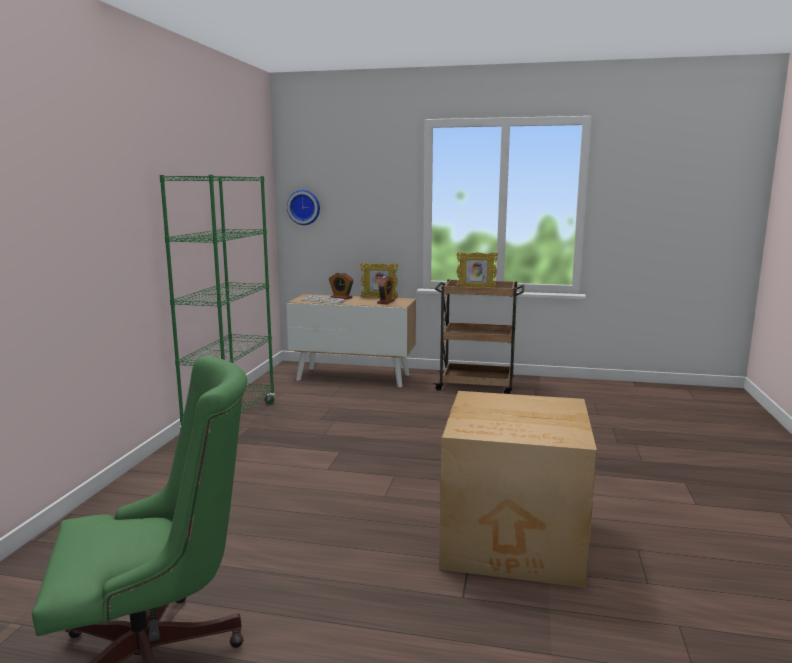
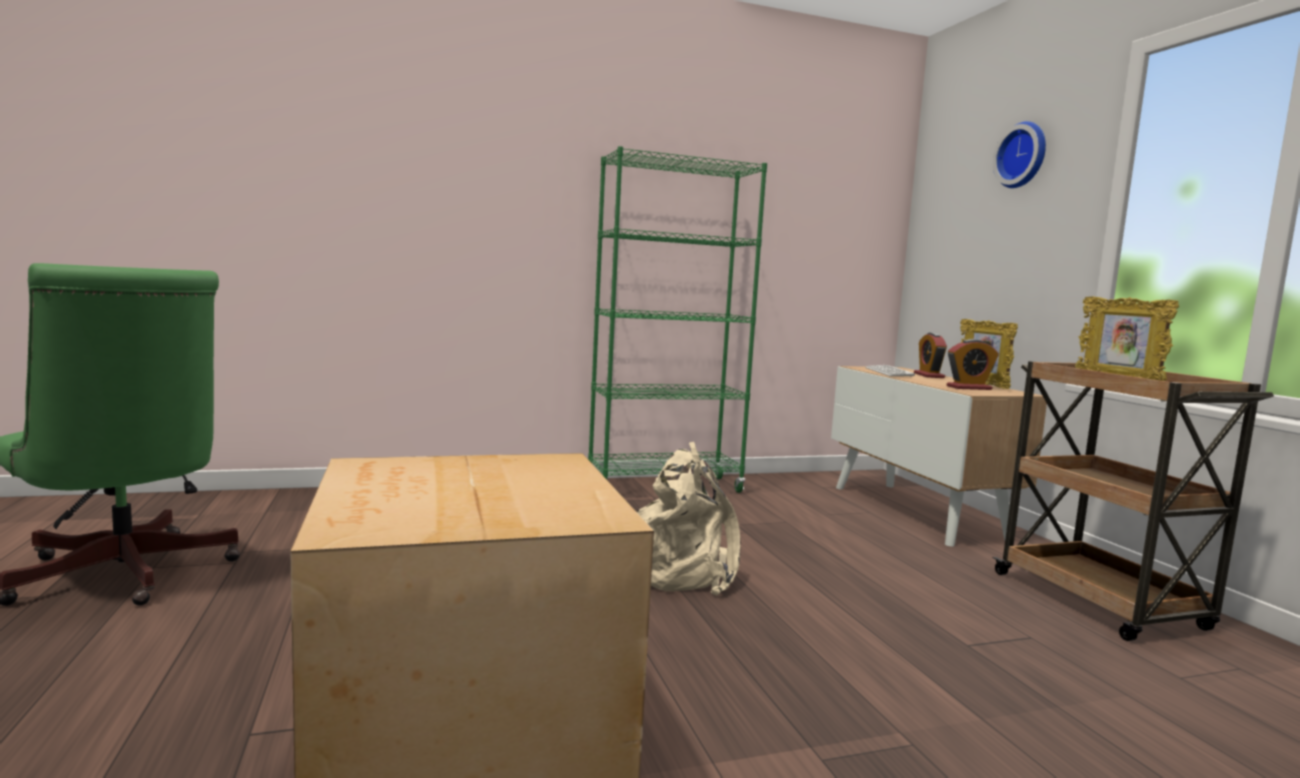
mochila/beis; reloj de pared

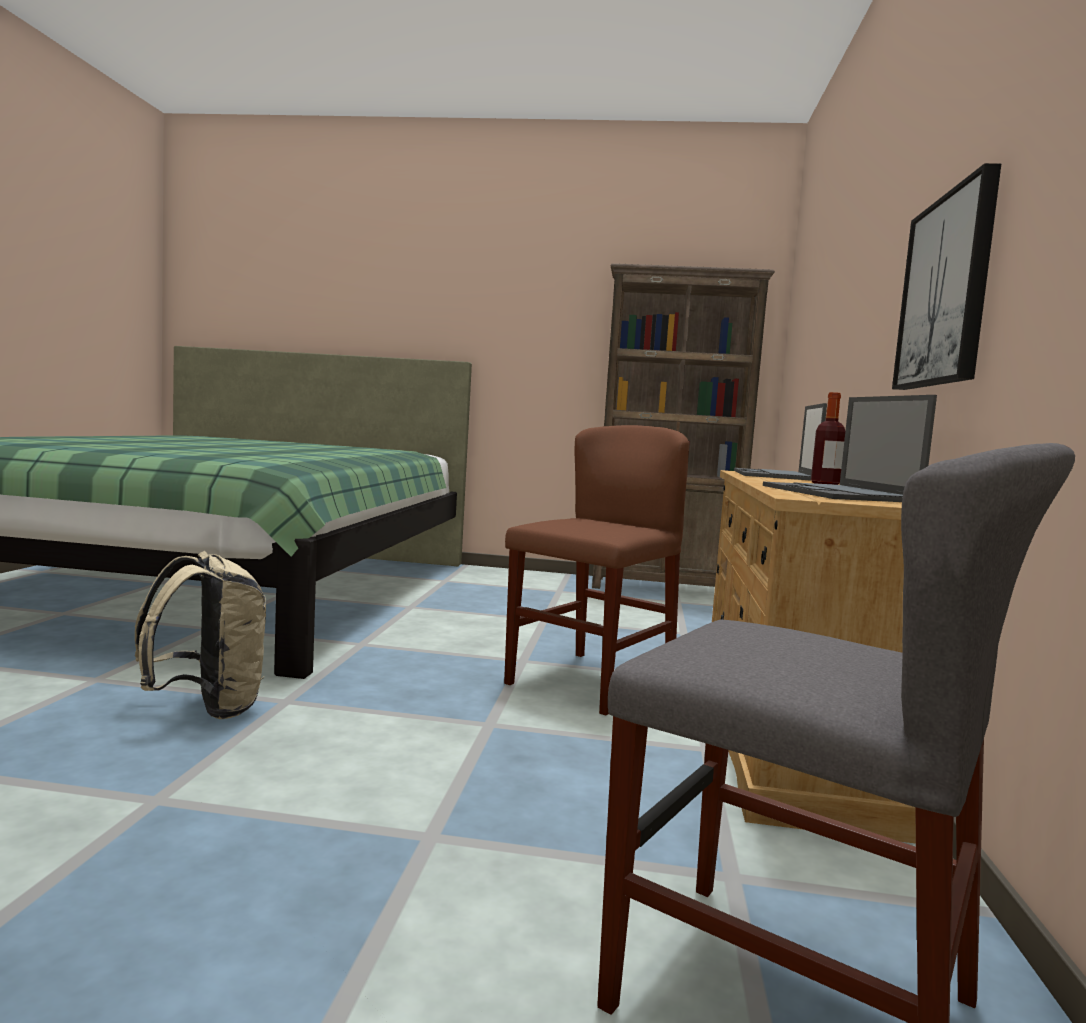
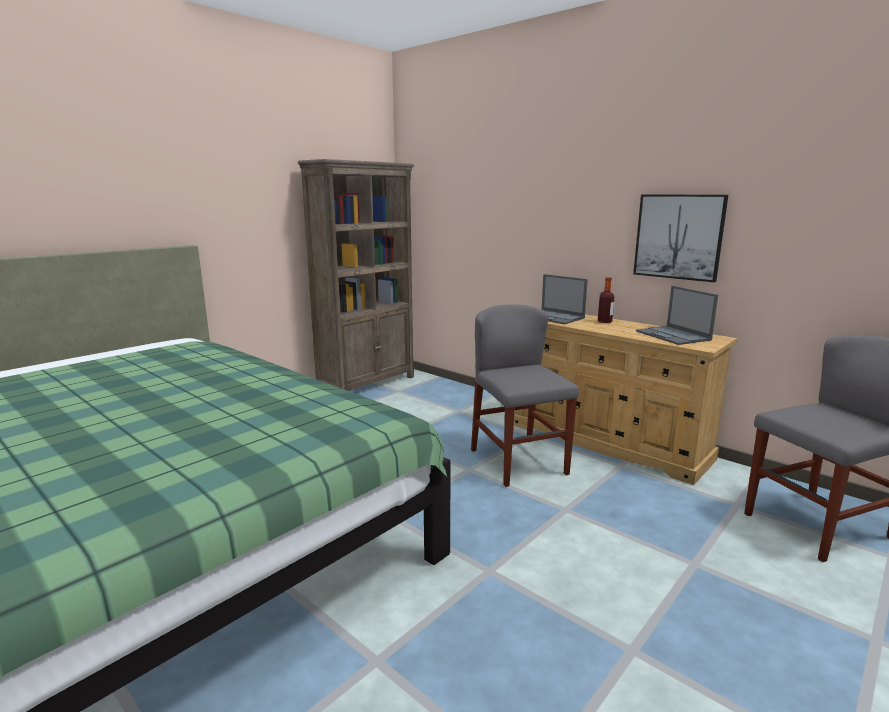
mochila/beis; silla/gris (no. 1 from left); portátil (no. 2 from left)

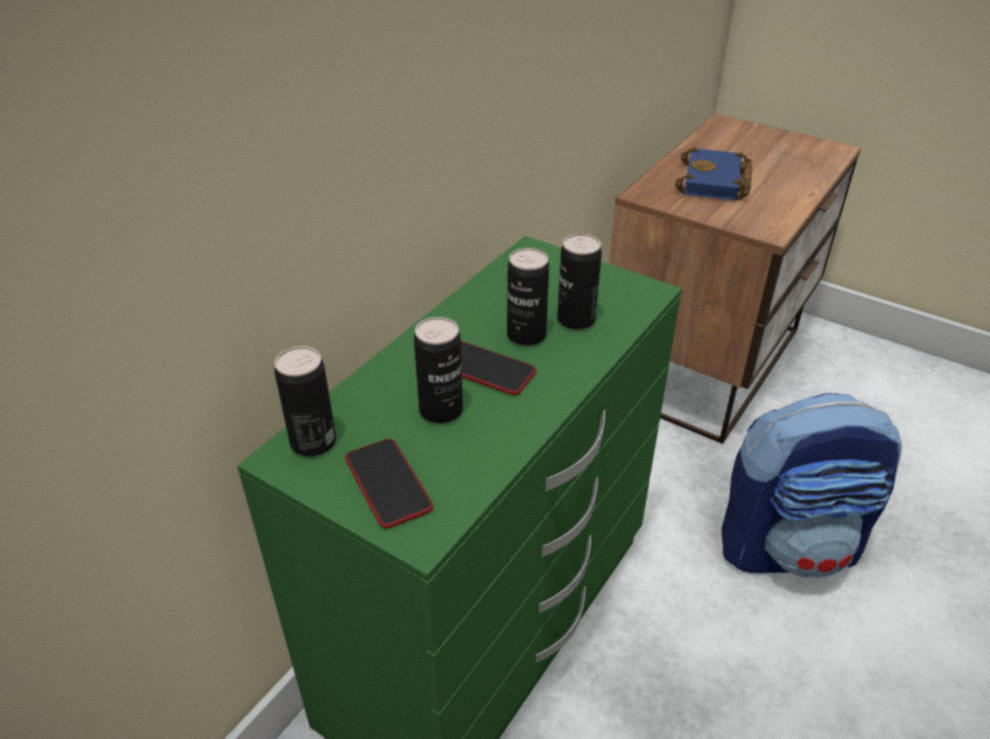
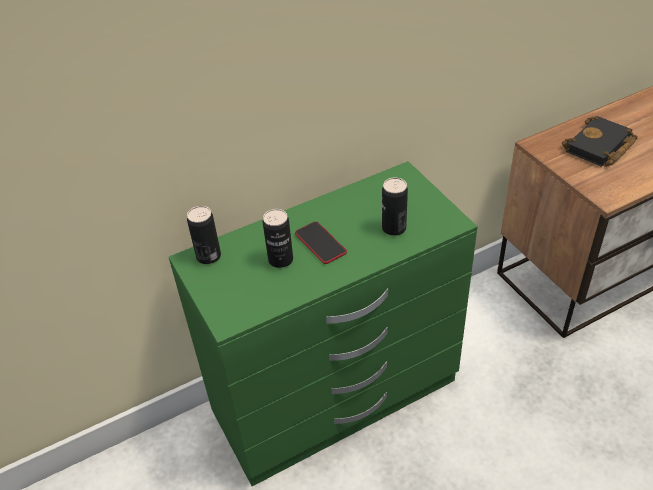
móvil (no. 1 from left in the first image); lata (no. 3 from left in the first image); mochila; libro/negro

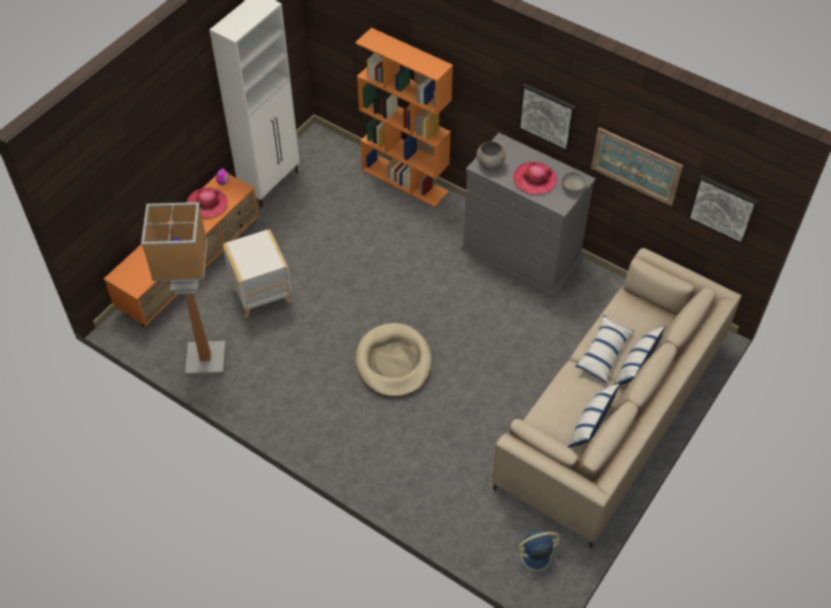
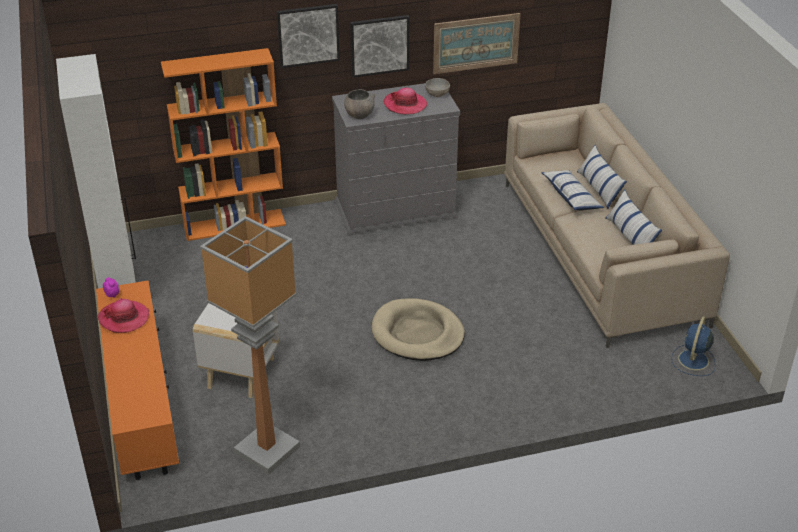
cuadro (no. 1 from left)

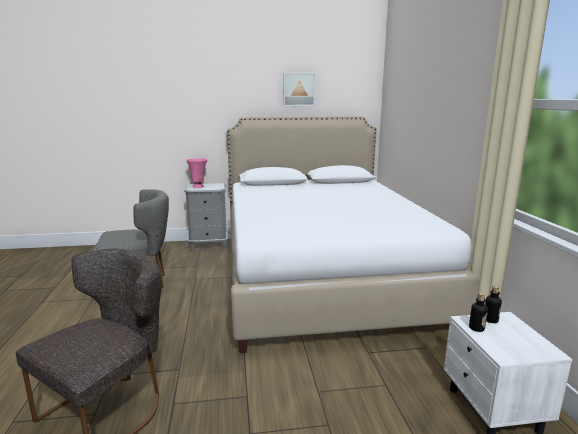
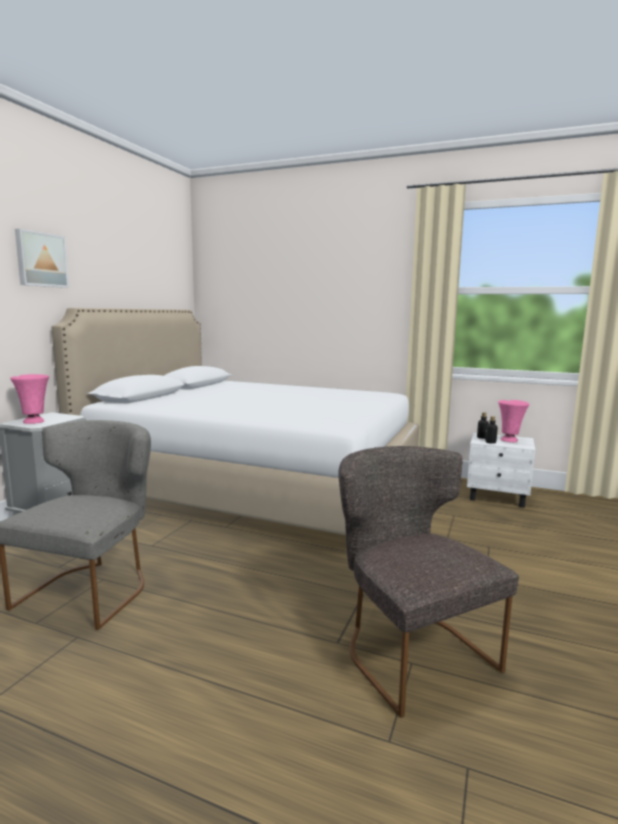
florero/rosa (no. 2 from left); cuadro

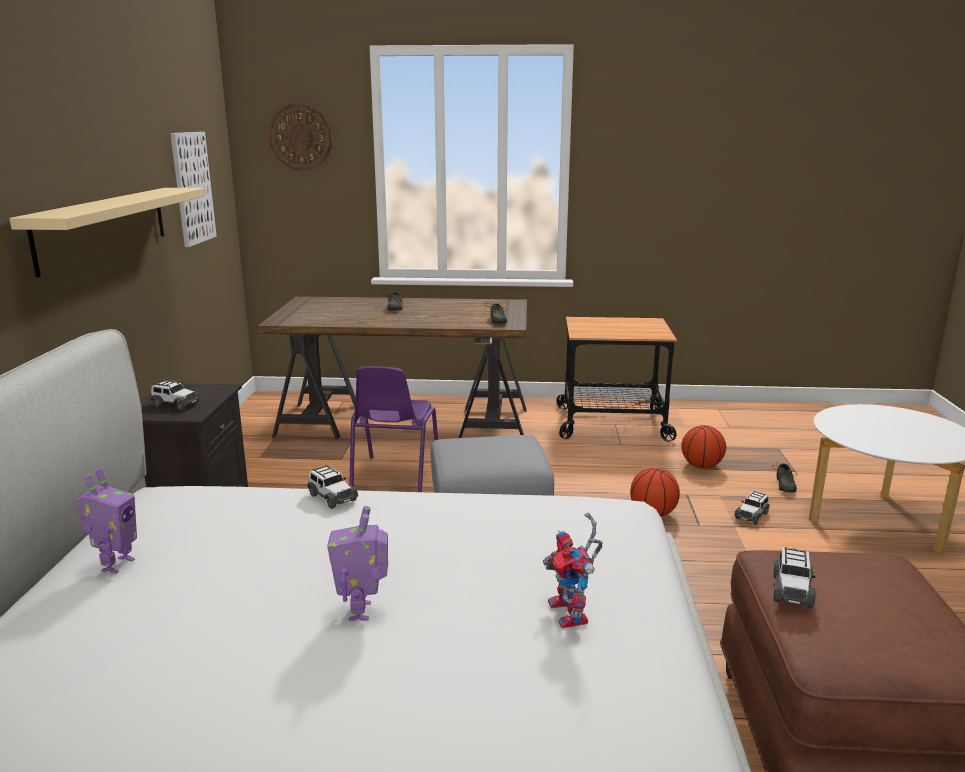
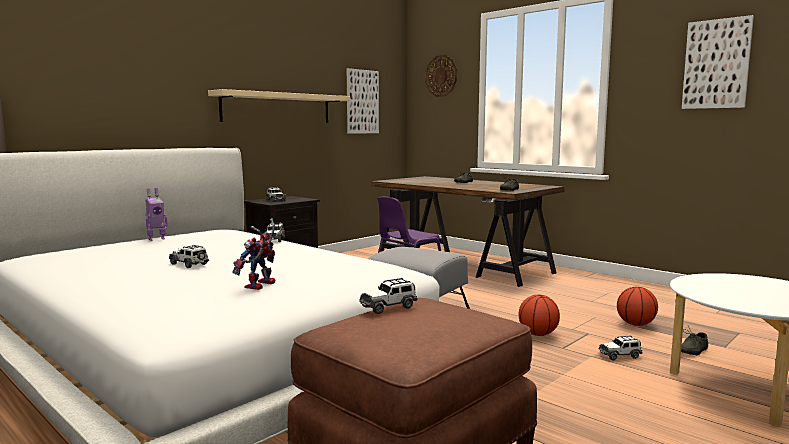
carrito; cuadro (no. 2 from left); coche de juguete (no. 1 from left)

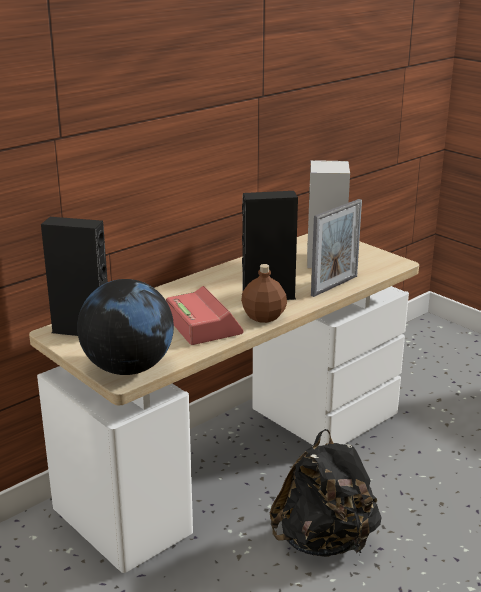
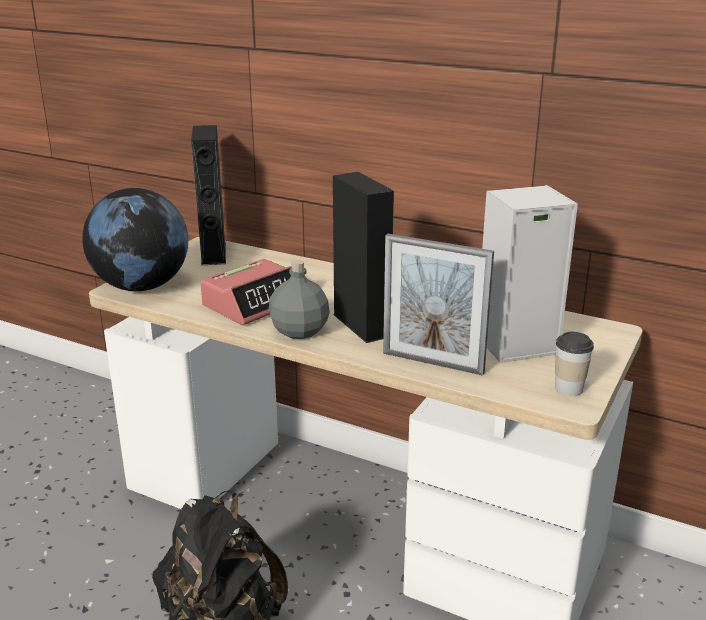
taza; botella/gris

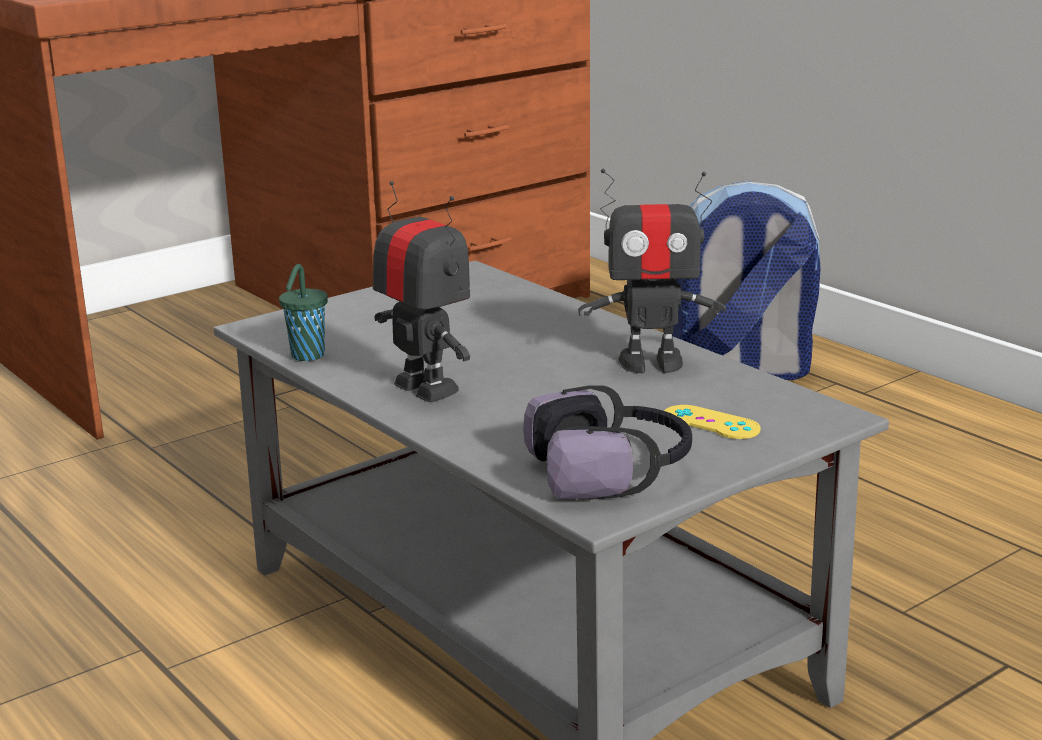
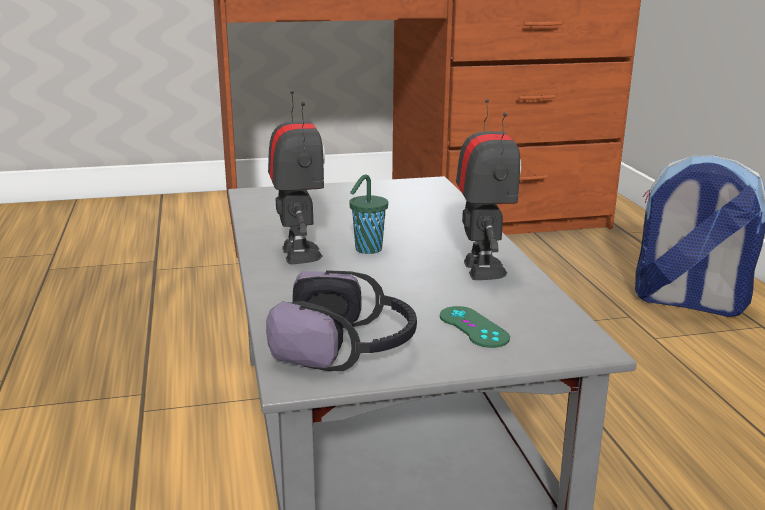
taza/verde; mando de consola/verde; robot de juguete (no. 2 from left)

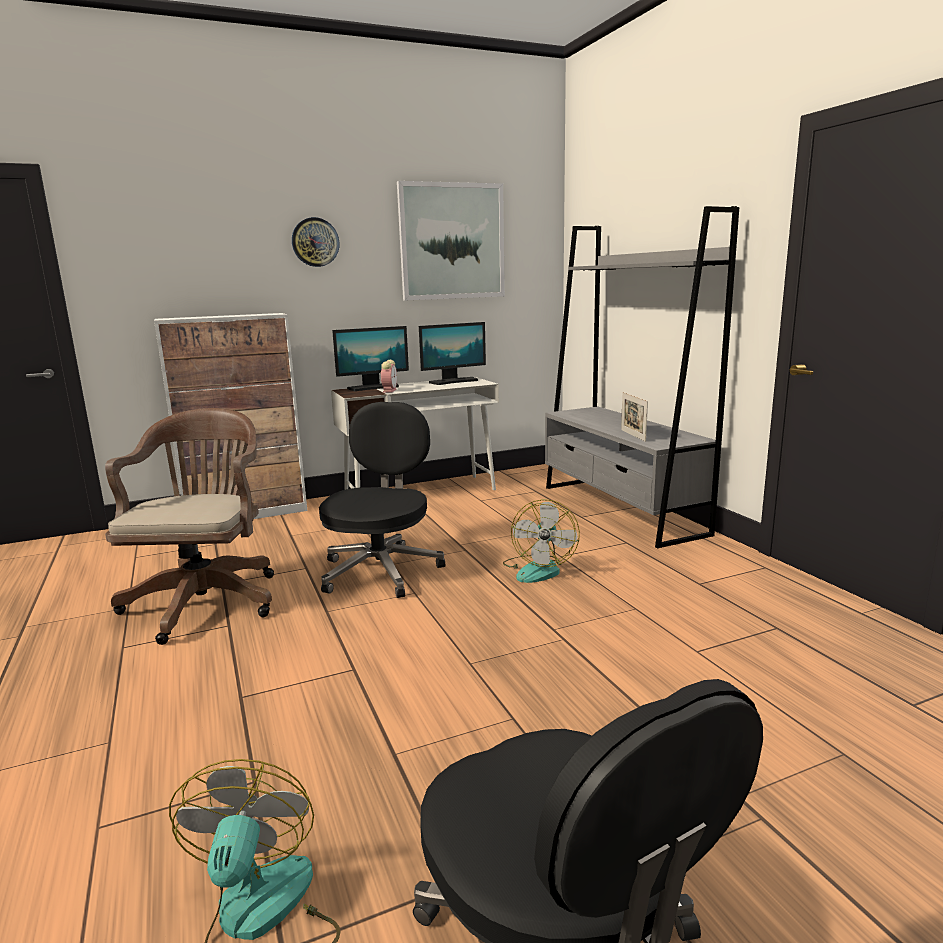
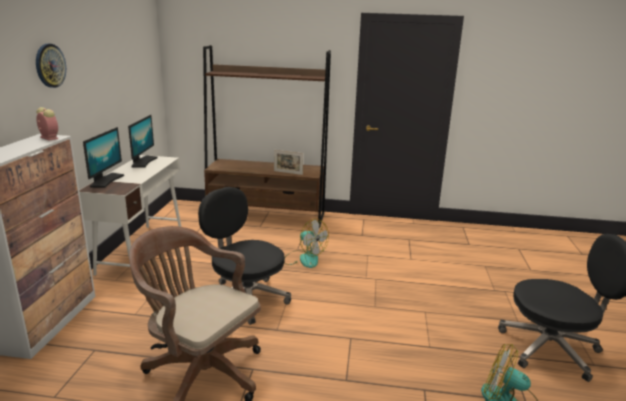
cuadro; despertador; estantería/marrón

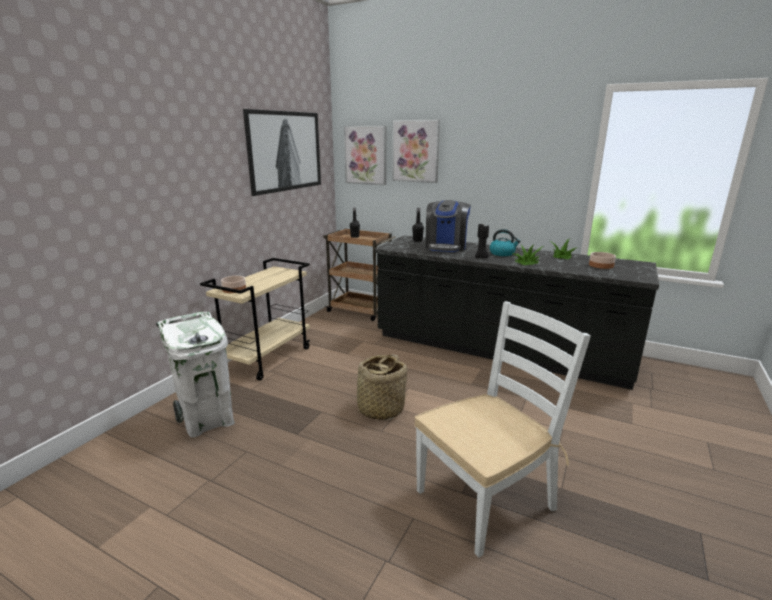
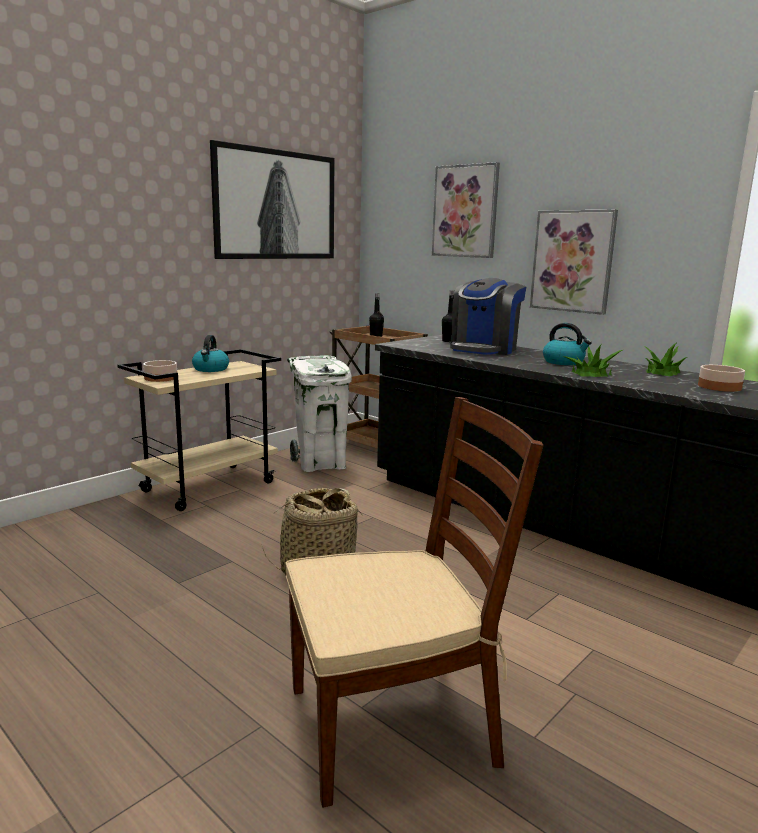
vela/negro; hervidor (no. 1 from left); papelera/blanco; cuadro (no. 3 from left); silla/marrón

